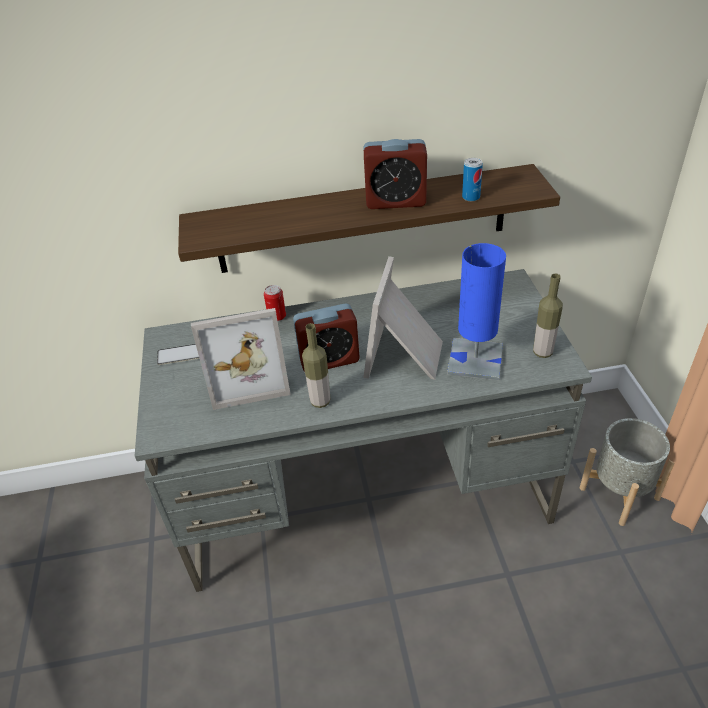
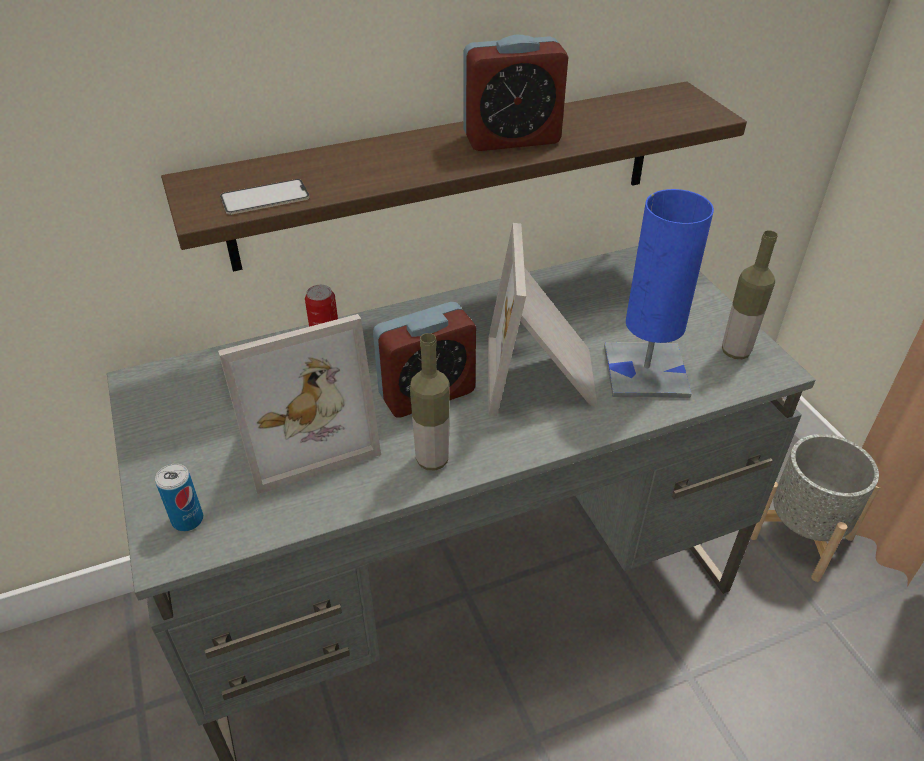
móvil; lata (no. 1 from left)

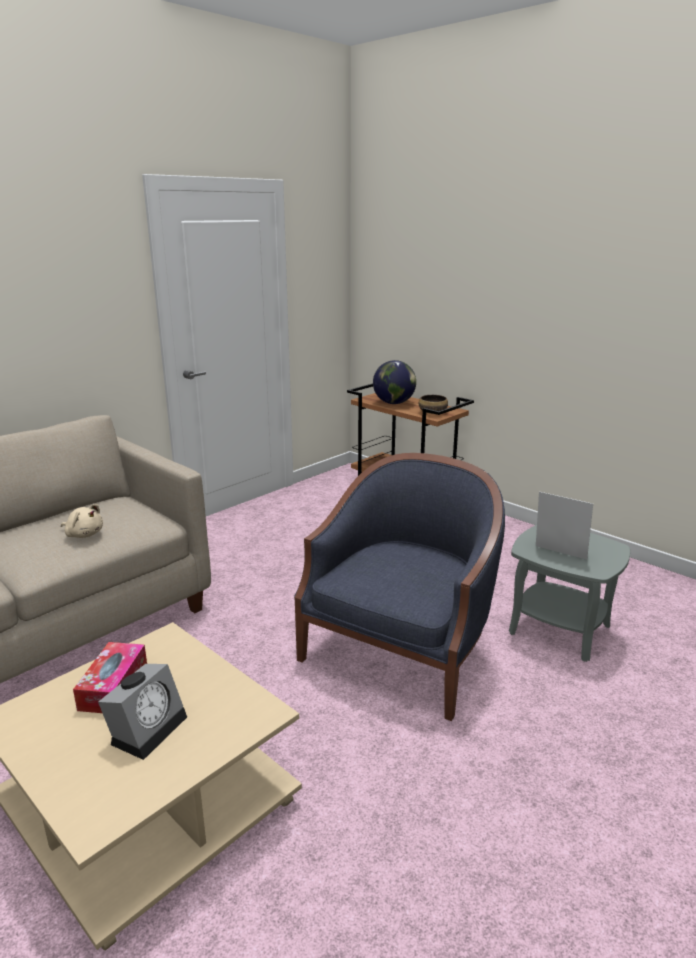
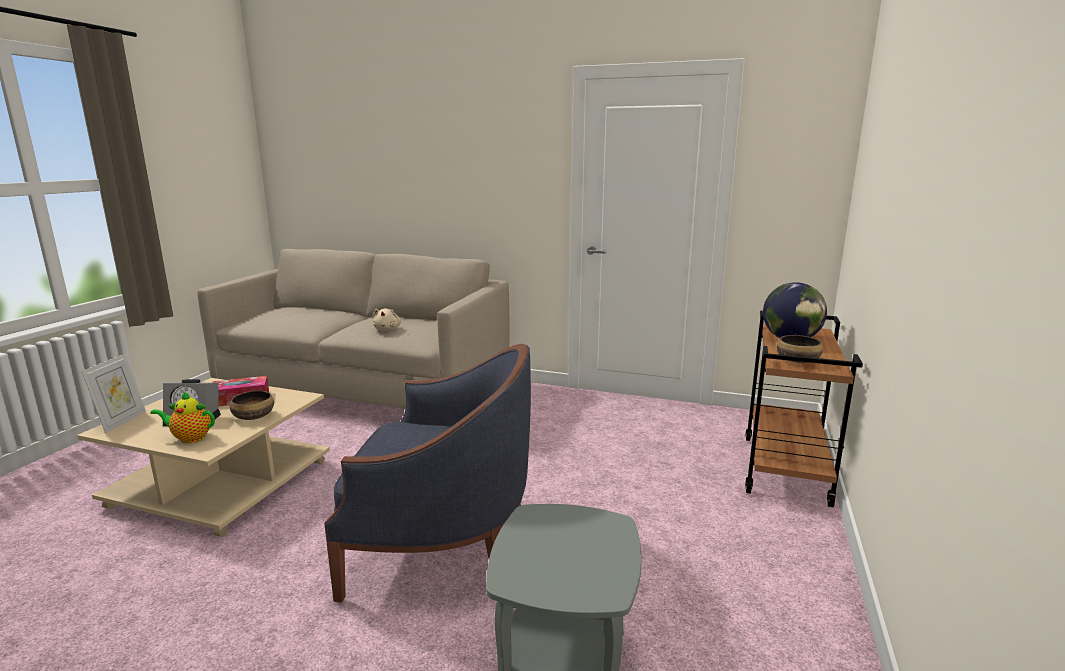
tetera; cuenco (no. 1 from left); portarretratos

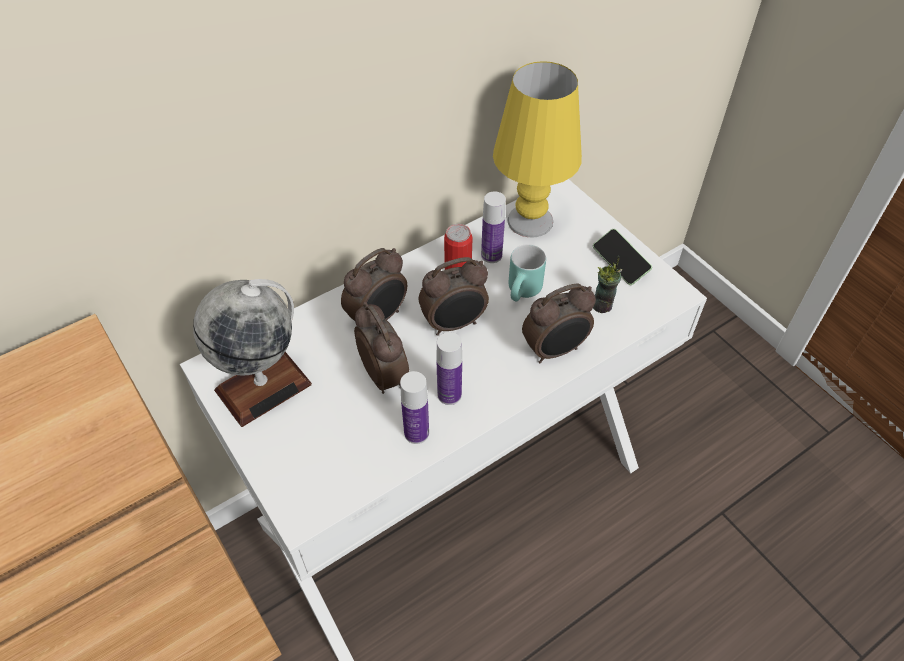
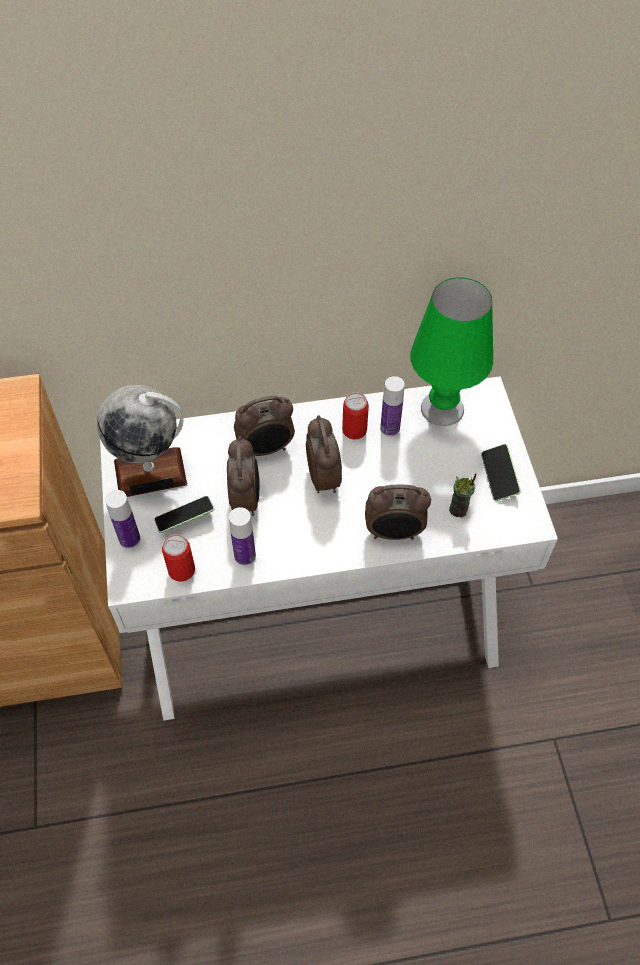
taza grande/turquesa; móvil (no. 1 from left); lata (no. 1 from left); botella (no. 1 from left); lámpara de mesa/verde; despertador (no. 3 from left)

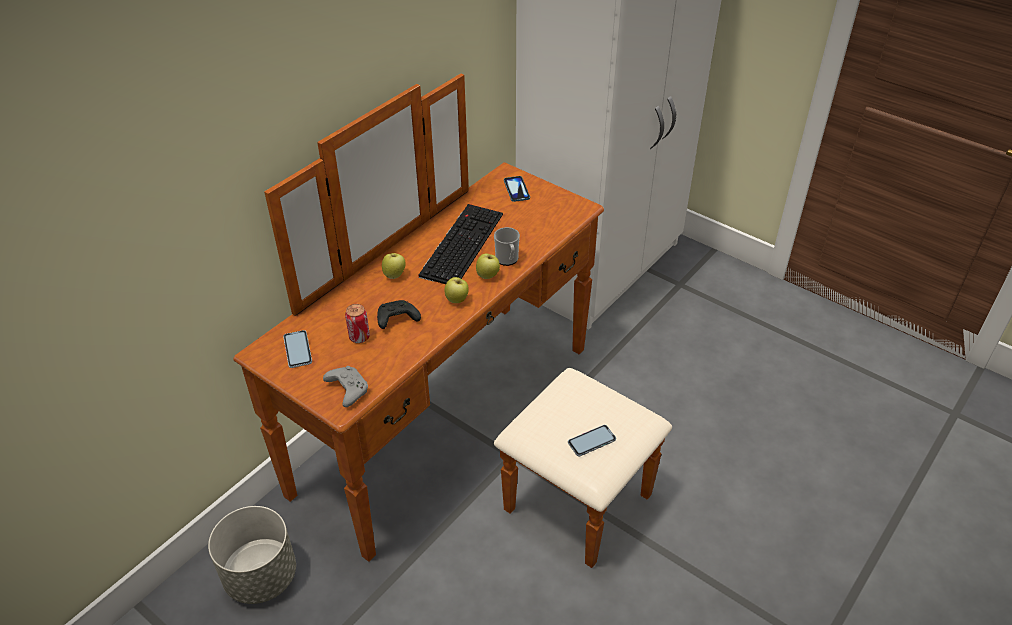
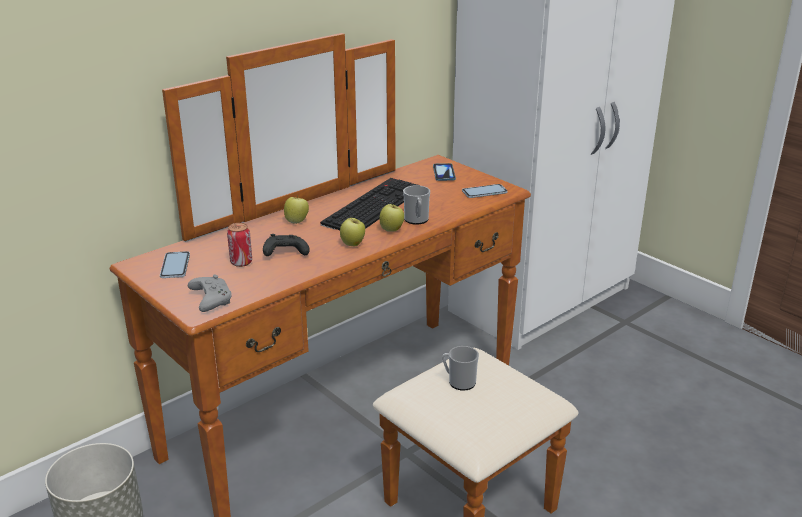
taza grande (no. 2 from left); móvil (no. 3 from left)

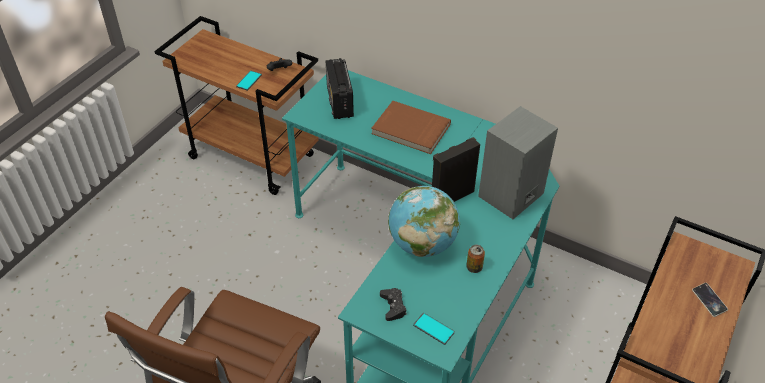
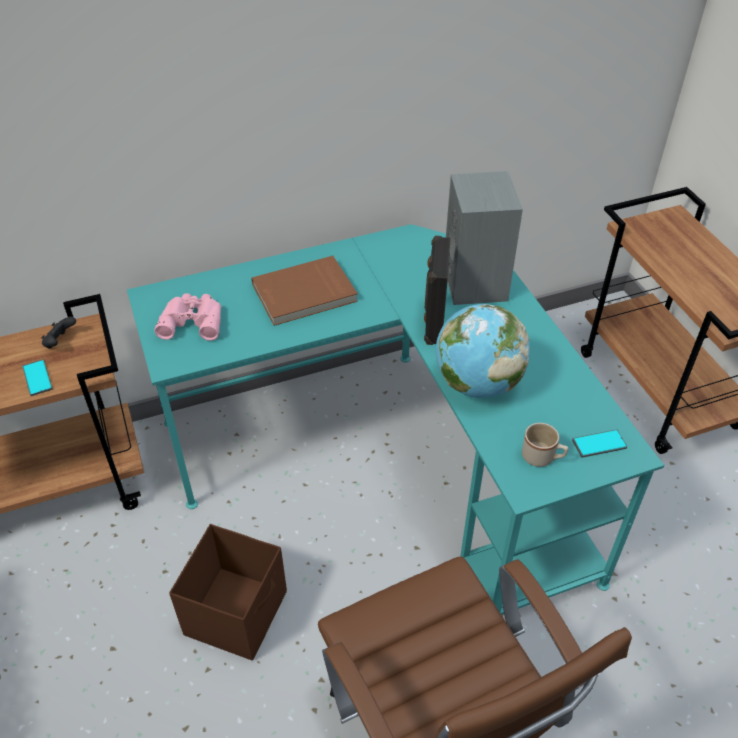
lata; móvil (no. 3 from left in the first image); caja de almacenaje/marrón; prismáticos/rosa; taza grande/beis

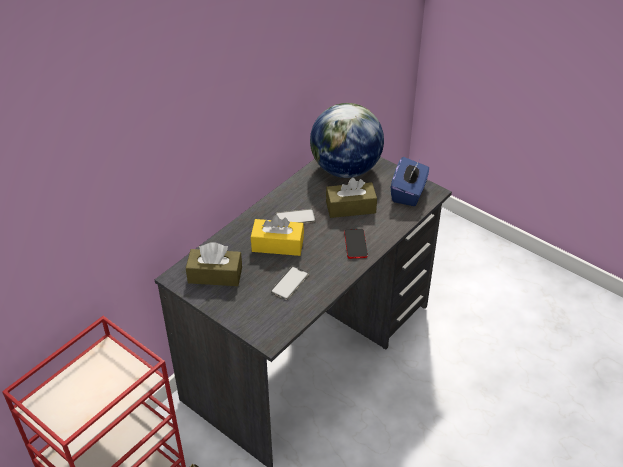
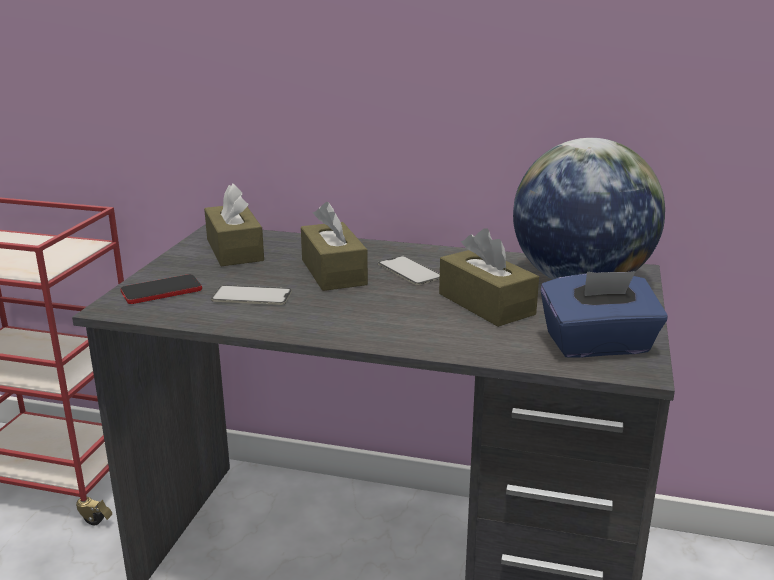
móvil (no. 1 from left); caja de pañuelos/marrón (no. 2 from left)

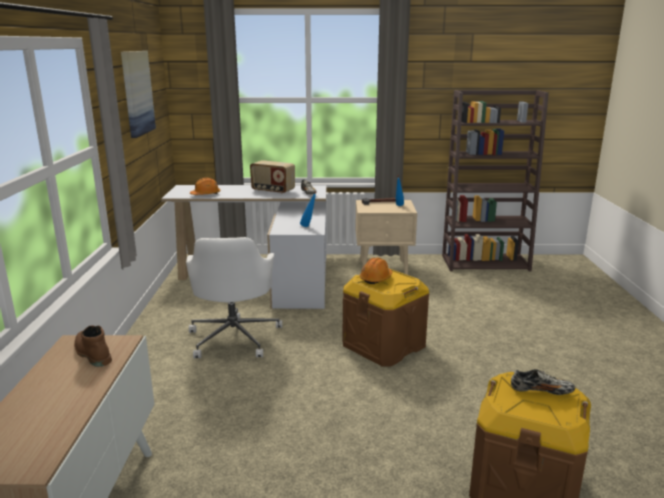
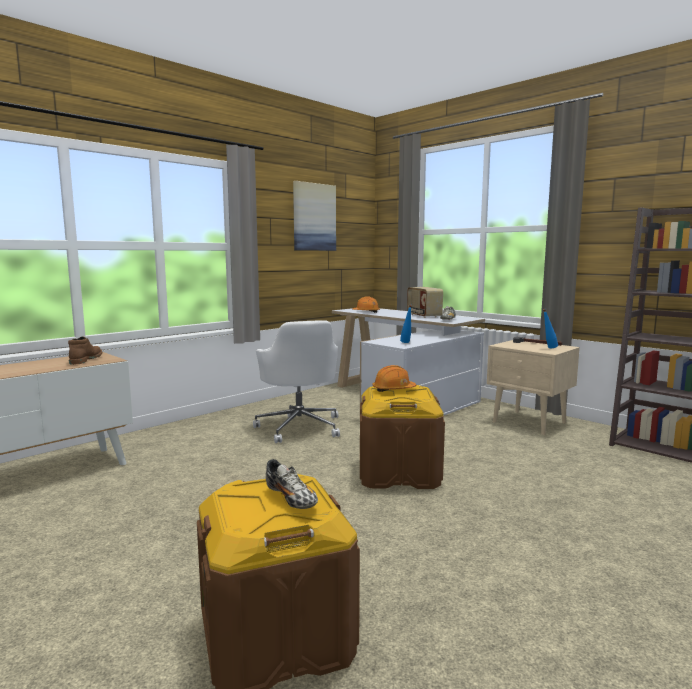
silla de oficina/blanco

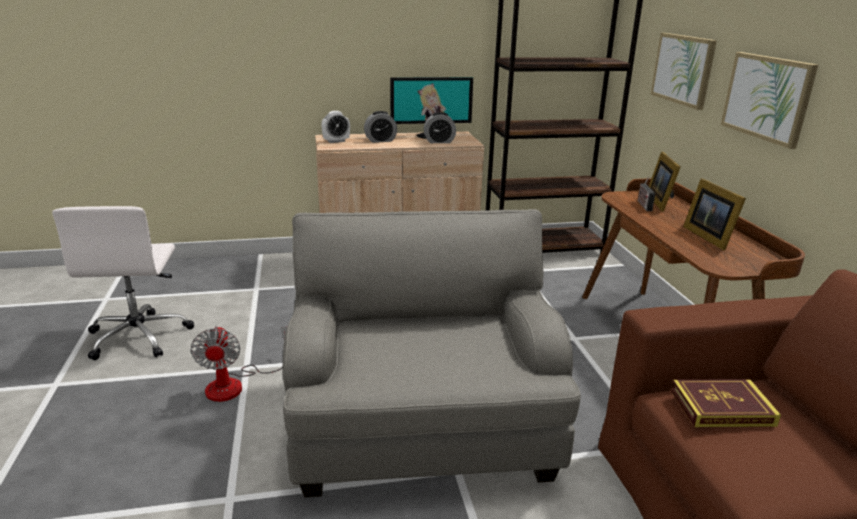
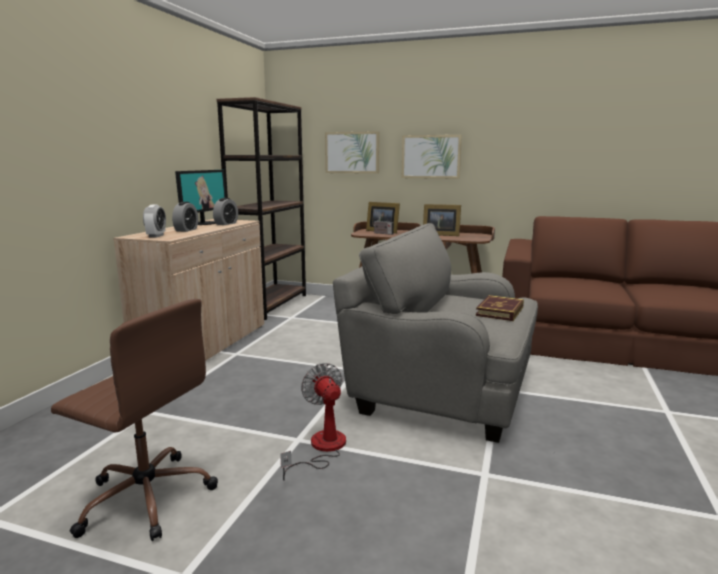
libro; silla de oficina/marrón; ventilador

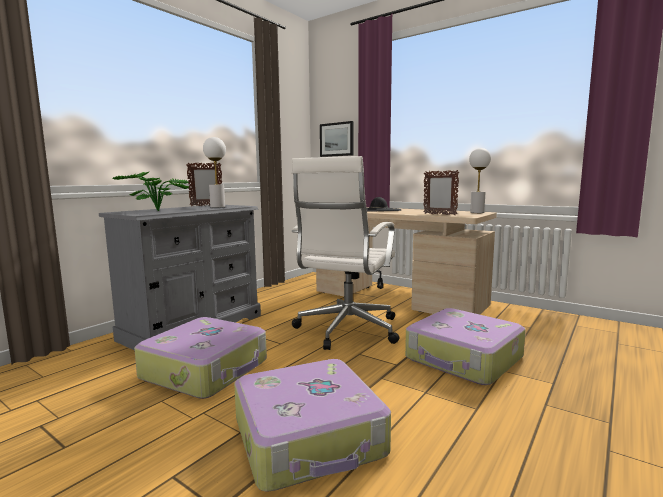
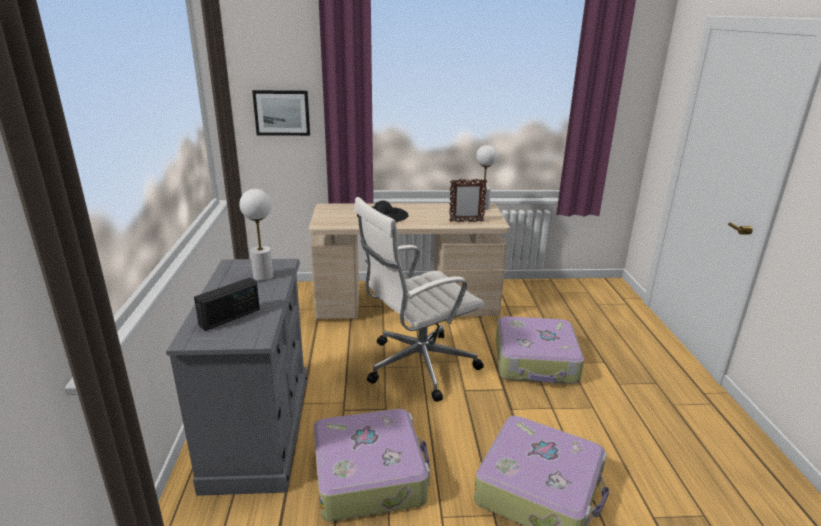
portarretratos (no. 1 from left in the first image); radio; silla de oficina/blanco

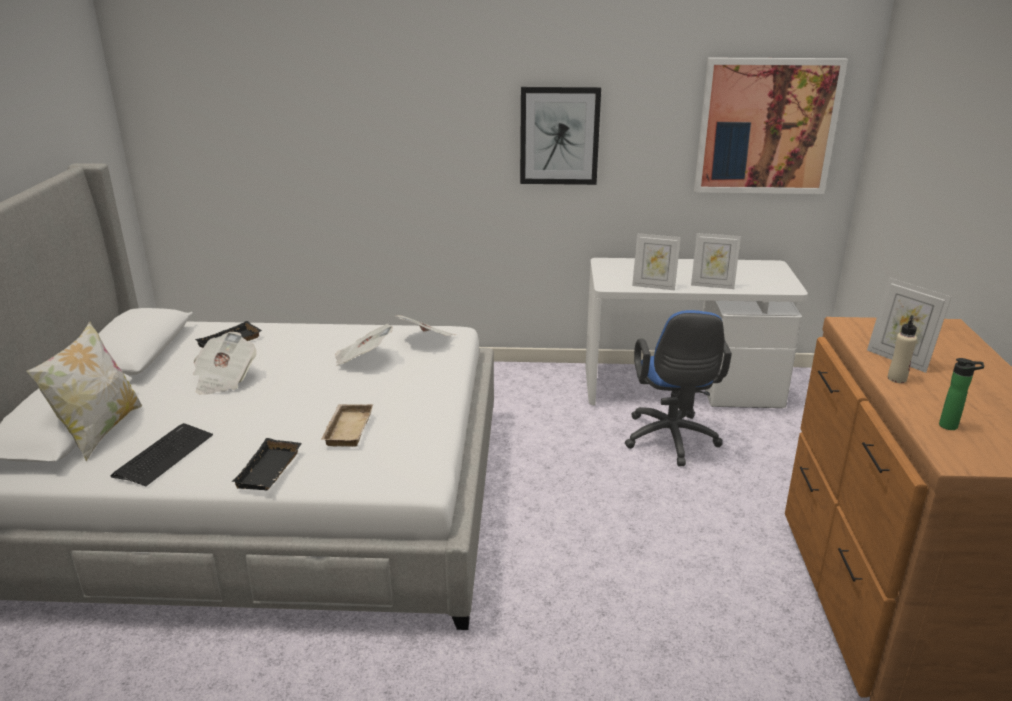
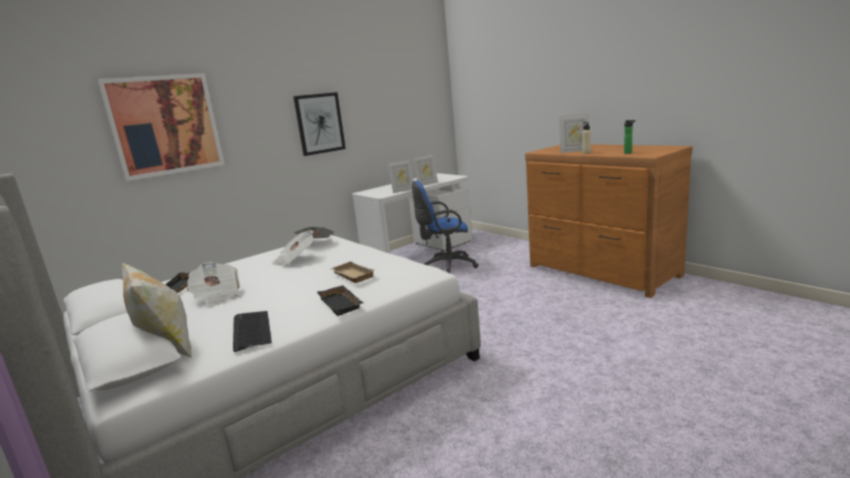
cuadro (no. 1 from left); silla de oficina/azul

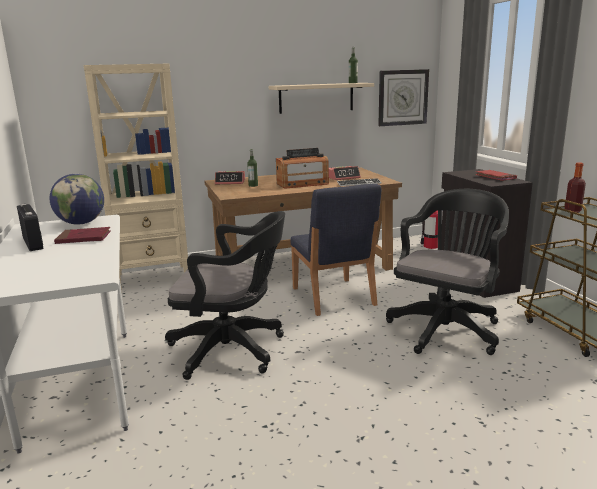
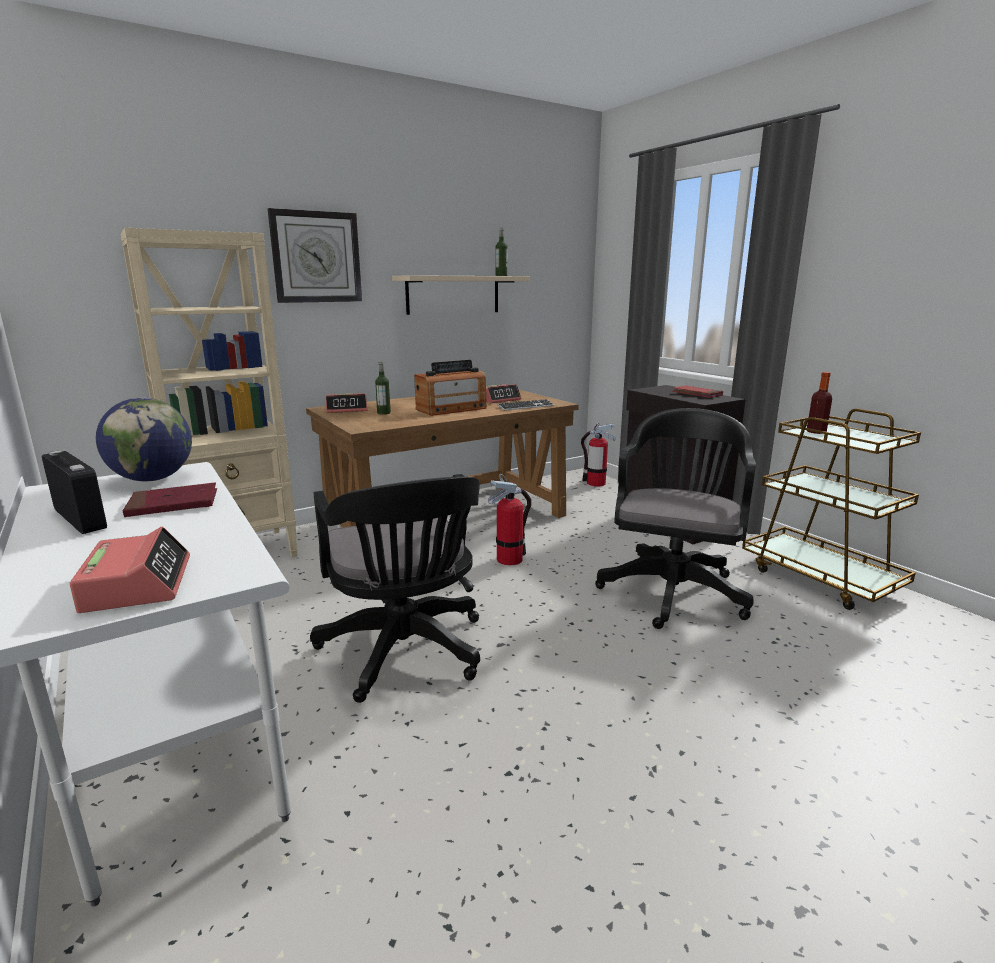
despertador (no. 1 from left); reloj de pared; extintor (no. 1 from left); silla de oficina/negro (no. 1 from left)

